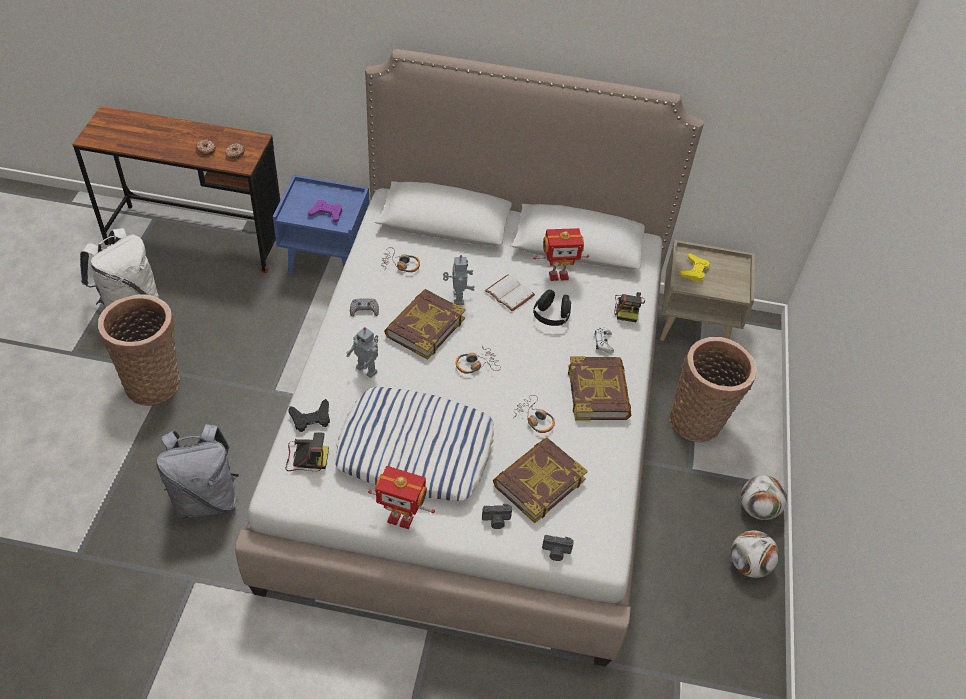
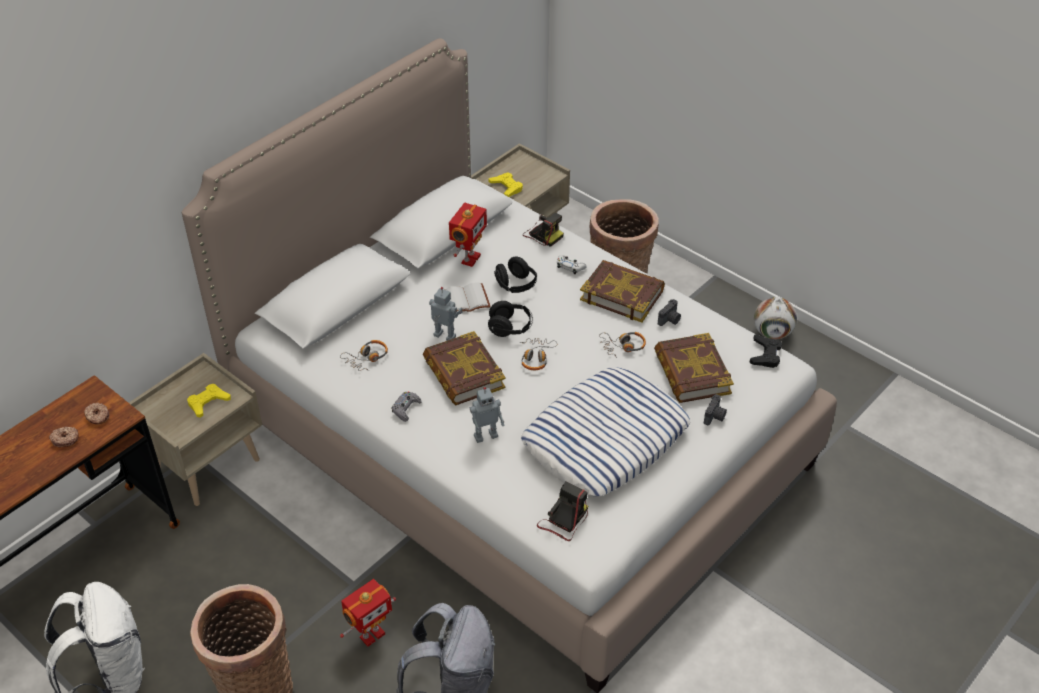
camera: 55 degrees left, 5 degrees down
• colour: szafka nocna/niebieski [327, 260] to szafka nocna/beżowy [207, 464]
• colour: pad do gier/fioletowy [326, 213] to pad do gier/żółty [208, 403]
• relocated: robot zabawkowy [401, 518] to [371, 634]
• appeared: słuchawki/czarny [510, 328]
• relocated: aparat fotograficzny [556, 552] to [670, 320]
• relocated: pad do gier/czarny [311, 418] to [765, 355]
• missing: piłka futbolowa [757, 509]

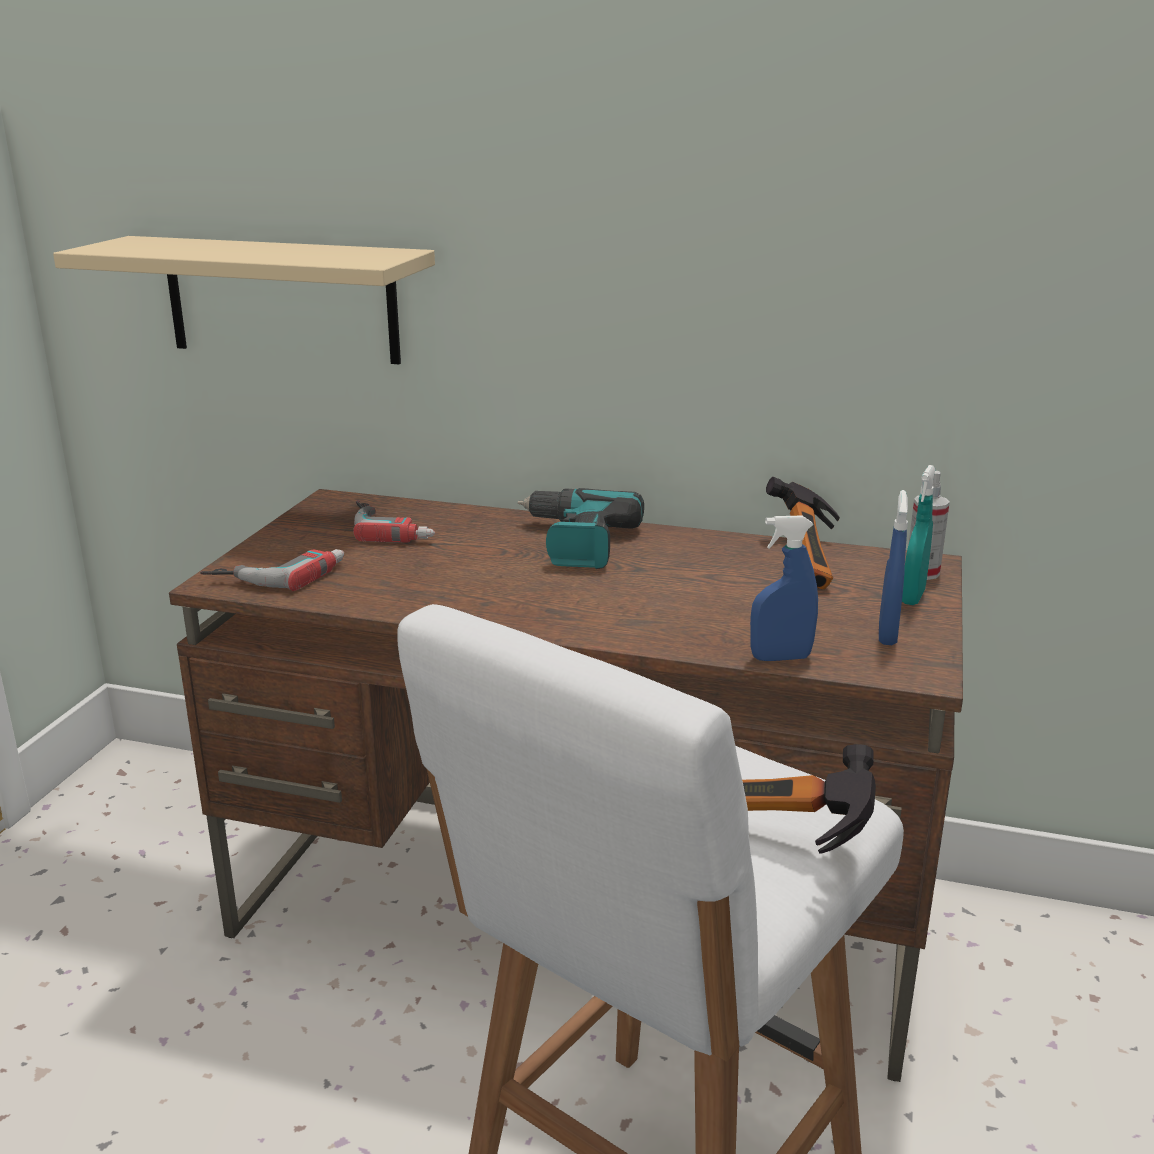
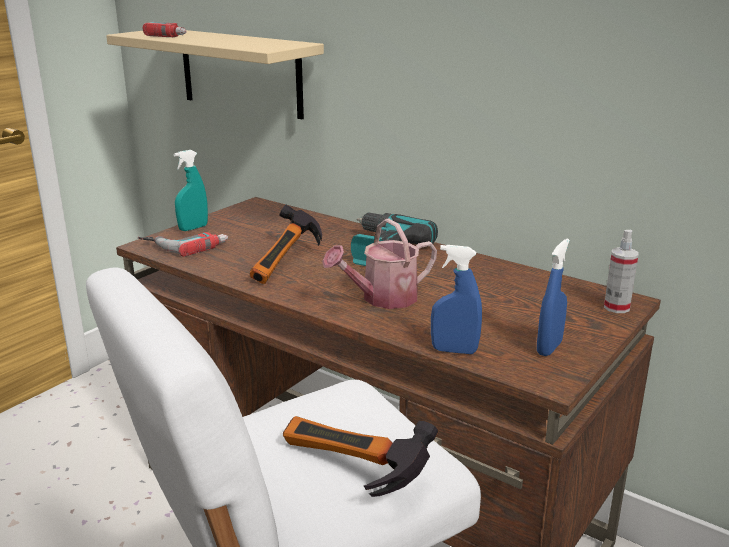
camera: 20 degrees right, 0 degrees up
• relocated: wiertarka [394, 526] to [176, 33]
• relocated: spryskiwacz/turkusowy [912, 597] to [193, 228]
• relocated: młotek [813, 559] to [289, 264]
• appeared: konewka [383, 298]

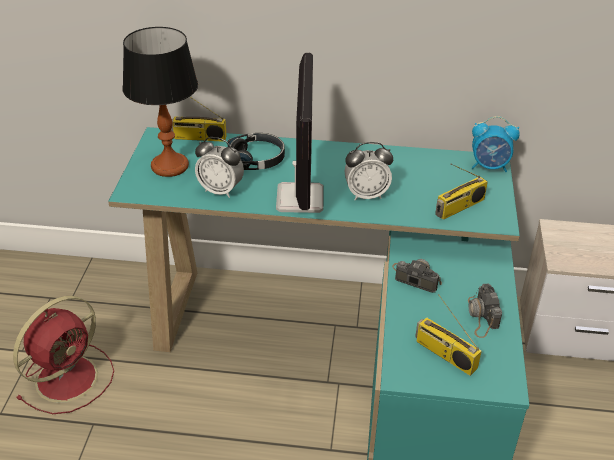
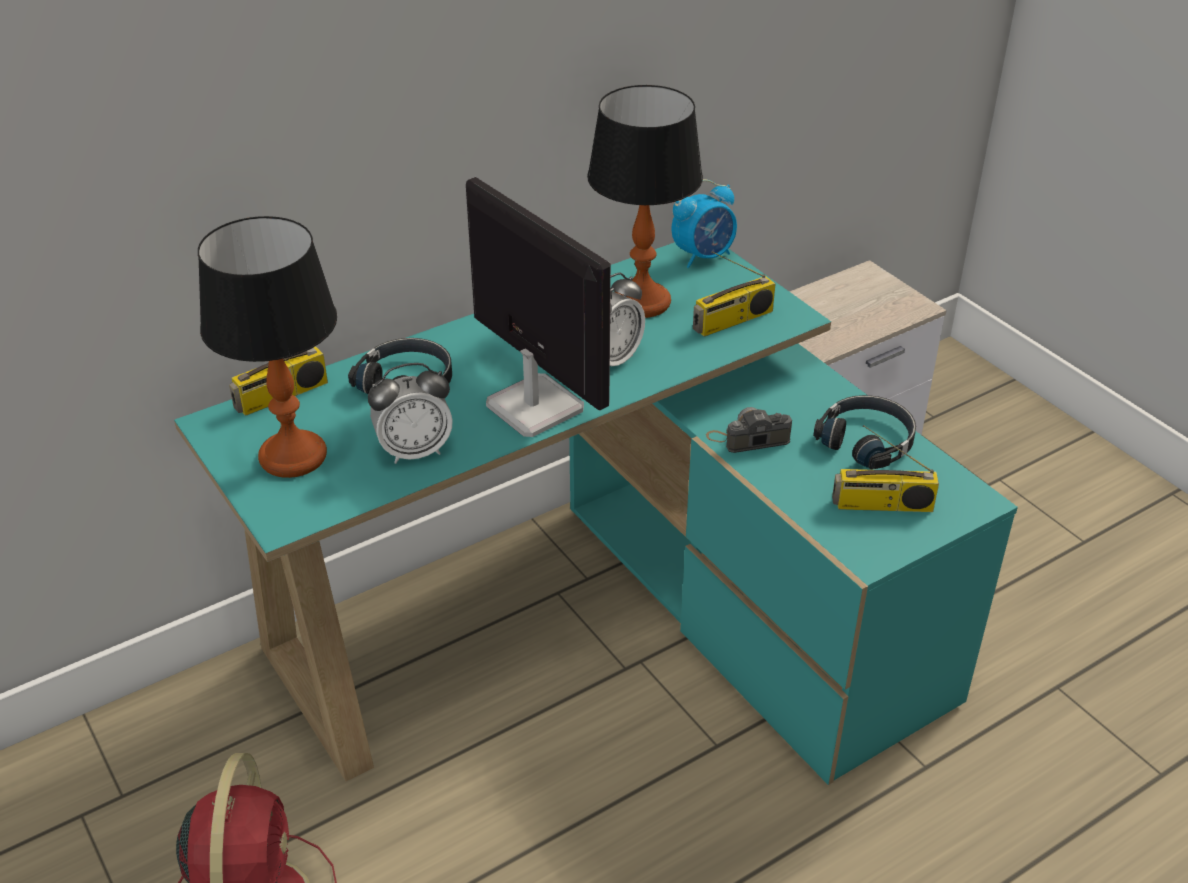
camera: 40 degrees left, 0 degrees up
• appeared: lampa stołowa [640, 302]
• spun: radio [459, 207] = [732, 321] 45 degrees clockwise
• exchanged: aparat fotograficzny [482, 316] to słuchawki/czarny [867, 441]

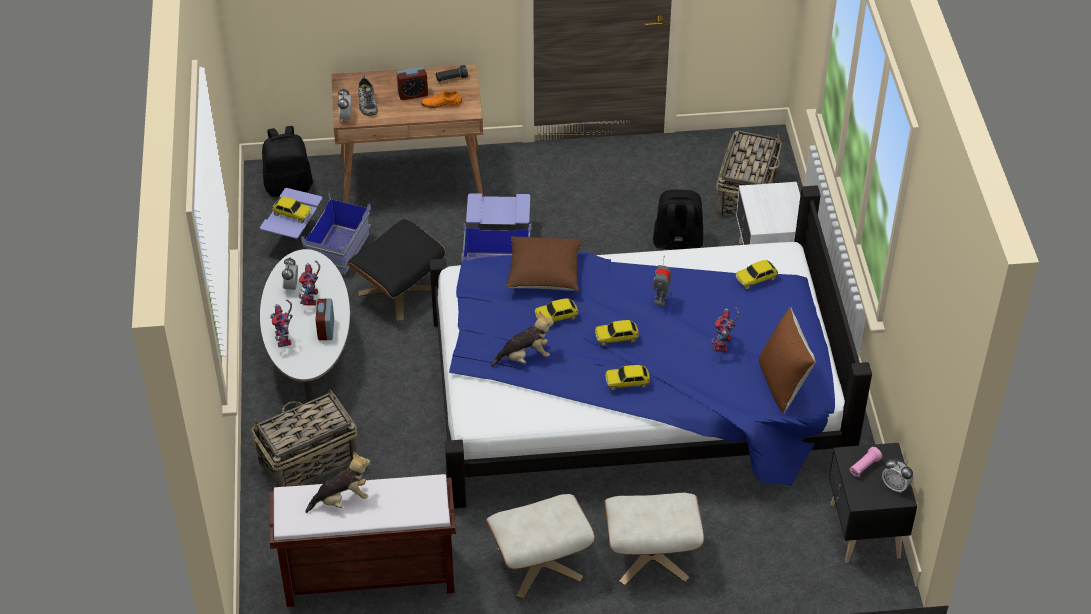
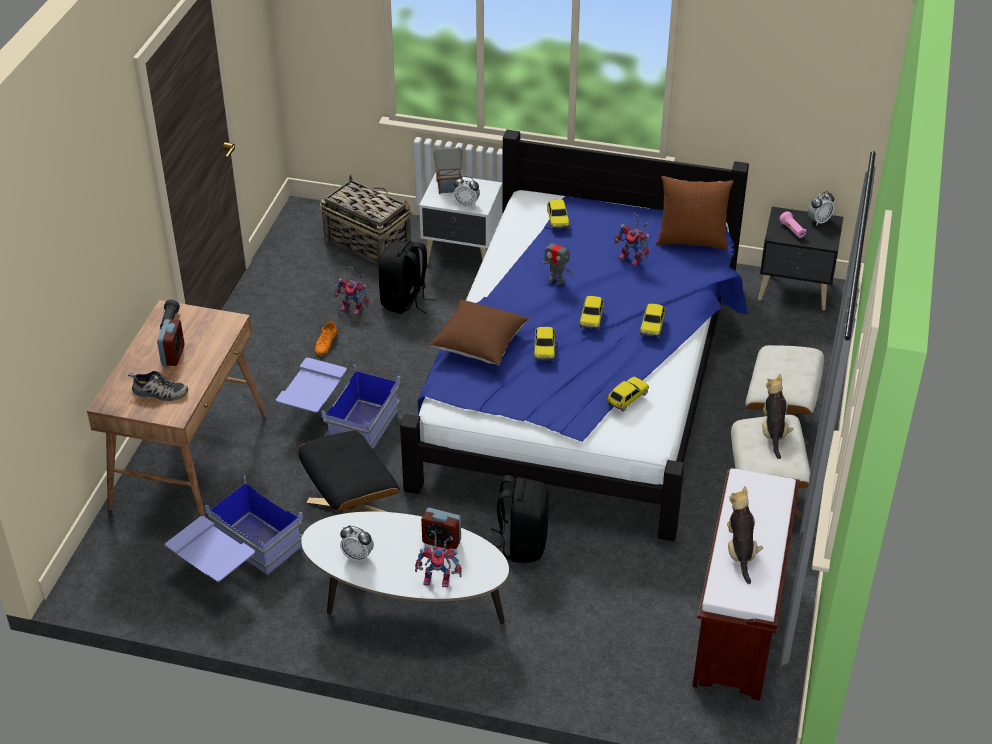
camera: 70 degrees left, 5 degrees down
• relocated: but/pomarańczowy [441, 103] to [326, 343]
• relocated: robot zabawkowy [312, 299] to [354, 308]
• appeared: domek [448, 187]
• relocated: budzik [345, 117] to [466, 204]
• relocated: plecak/czarny [289, 186] to [522, 543]
• relocated: samochodzik [292, 214] to [627, 398]
• relocated: pluszak [525, 357] to [773, 432]
• missing: koszyk [307, 462]

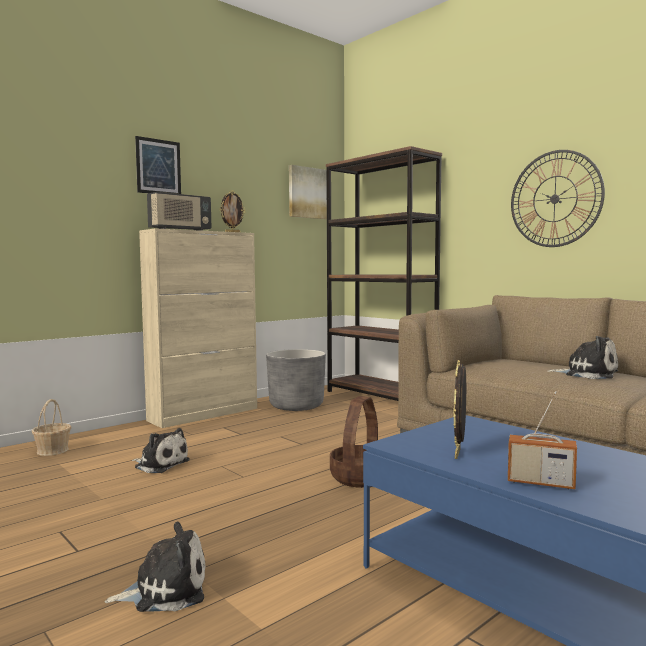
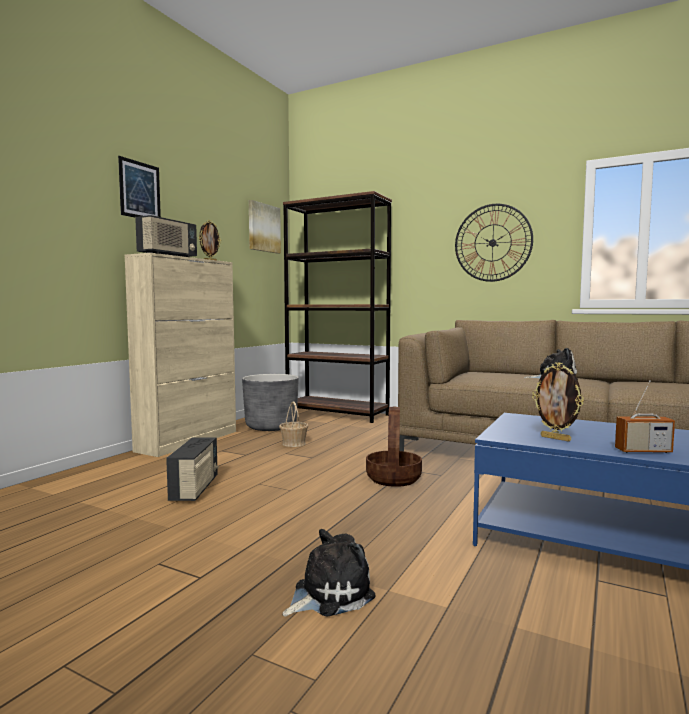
camera: 20 degrees left, 0 degrees up
• exchanged: pluszak [160, 464] to radio [195, 489]
• relocated: koszyk [53, 450] to [294, 443]
• spun: ramka na zdjęcie [459, 454] = [556, 438] 45 degrees counterclockwise

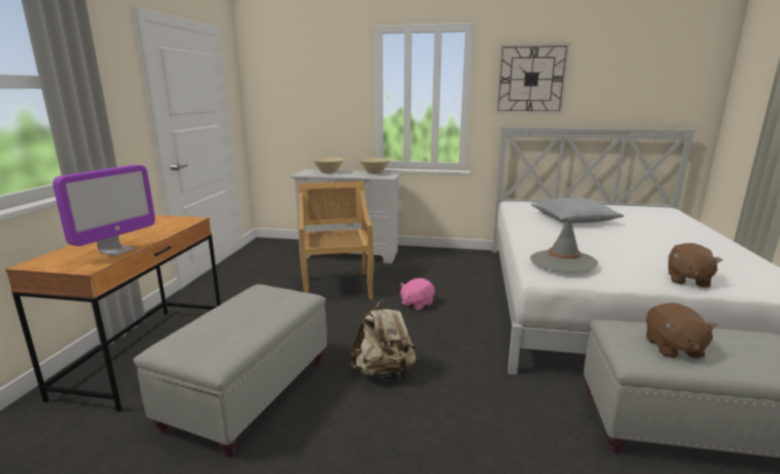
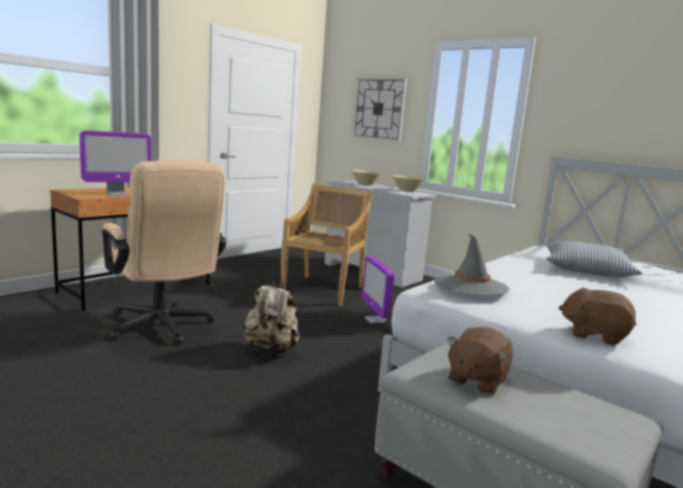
camera: 30 degrees right, 5 degrees down
• exchanged: pufa/szary [248, 393] to krzesło biurowe/beżowy [163, 328]
• relocated: zegar ścienny [531, 79] to [378, 109]
• exchanged: pluszak/różowy [416, 304] to monitor [375, 320]
• spun: pluszak/brązowy [687, 280] = [594, 335] 60 degrees clockwise

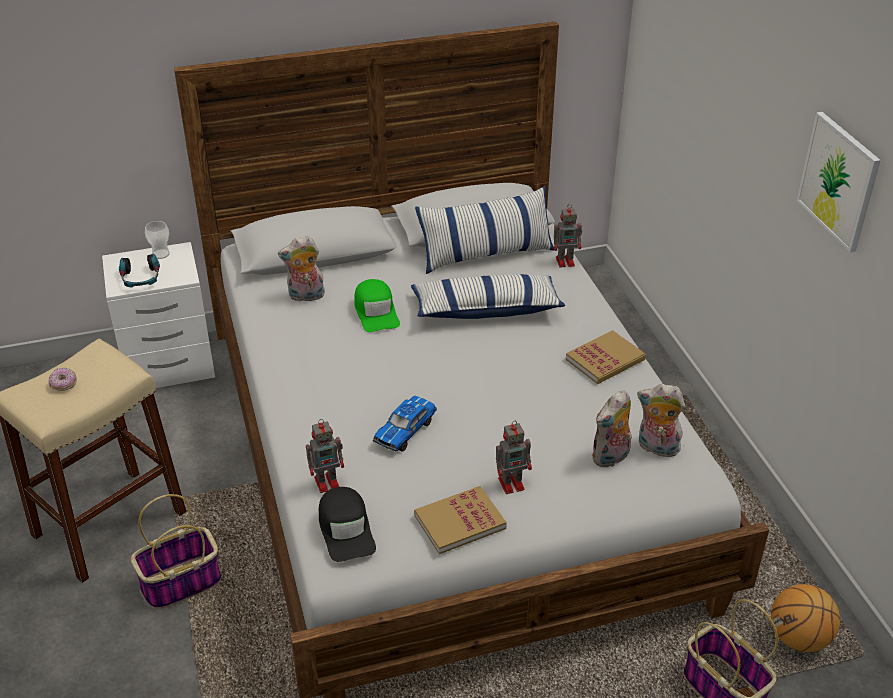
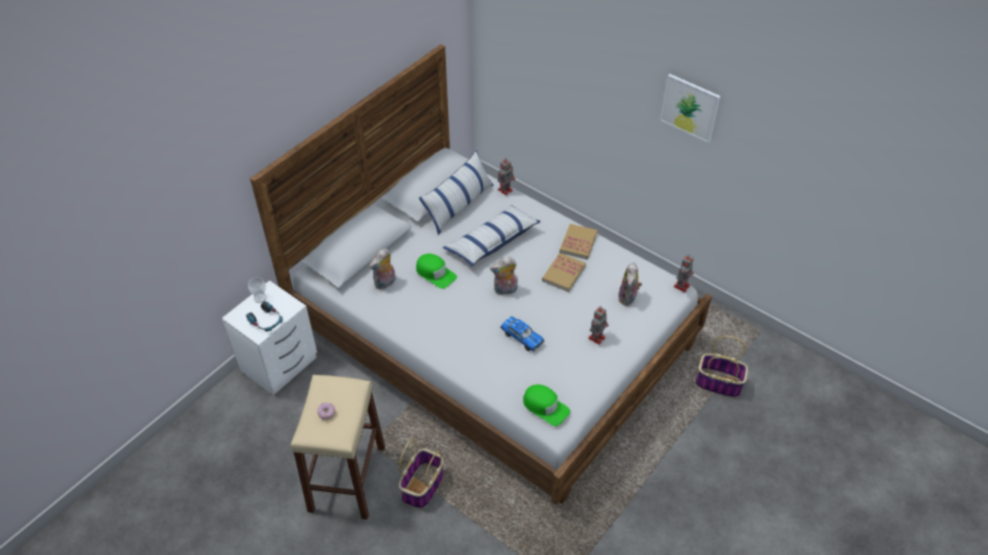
camera: 35 degrees left, 10 degrees up
• relocated: pluszak [656, 448] to [505, 290]
• spun: samochodzik [405, 430] = [521, 337] 45 degrees counterclockwise
• colour: czapka z daszkiem/czarny [346, 529] to czapka z daszkiem/zielony [545, 407]
• relocated: książka [459, 522] to [563, 273]
• relocated: robot zabawkowy [328, 482] to [682, 285]
• missing: piłka do koszykówki [799, 638]

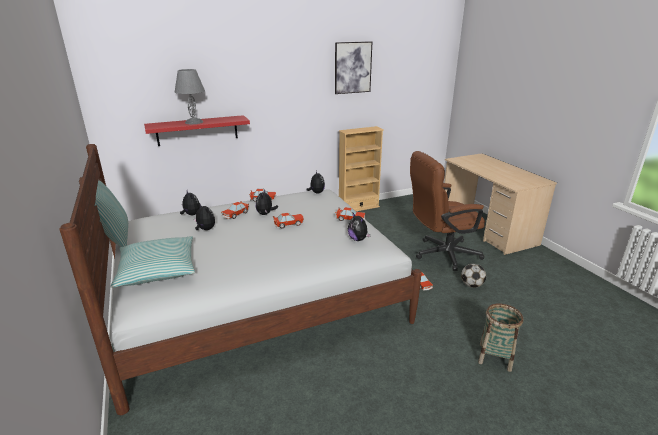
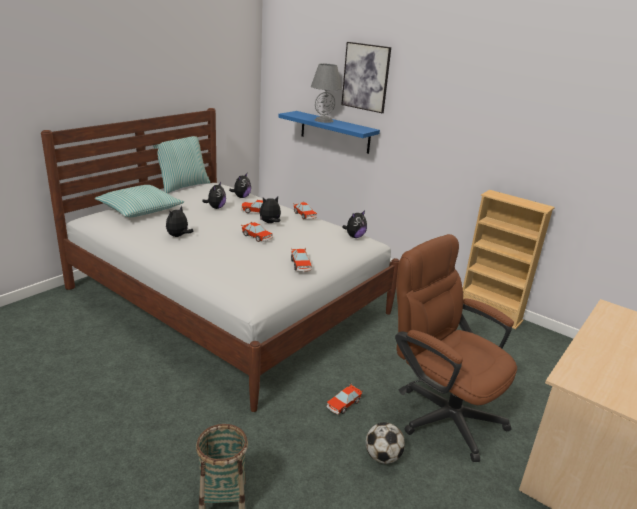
camera: 60 degrees right, 0 degrees up
• relocated: pluszak [358, 239] to [178, 236]
• colour: półka/czerwony [197, 130] to półka/niebieski [335, 132]
• relocated: obraz [352, 67] to [366, 77]

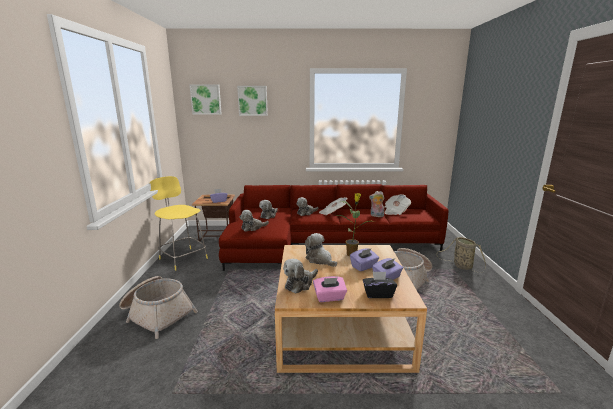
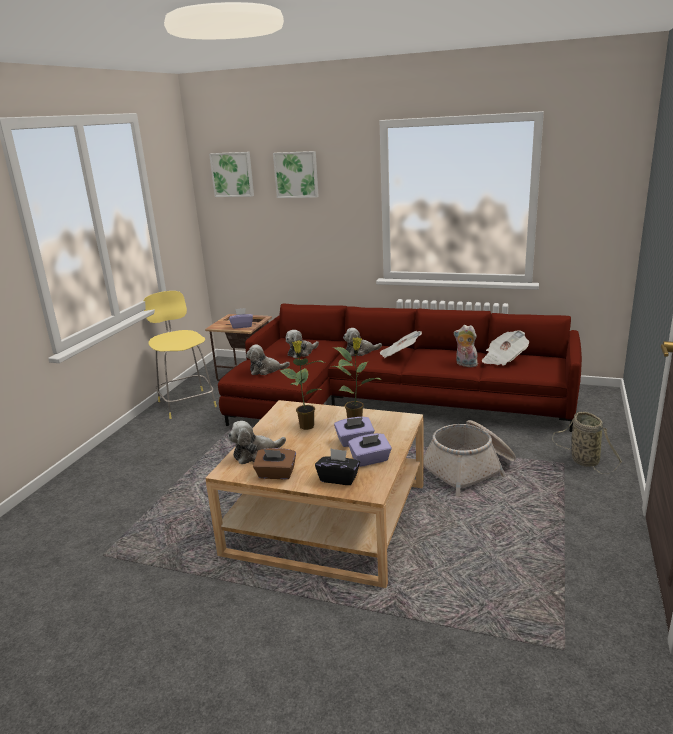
camera: 20 degrees right, 5 degrees up
• colour: pudełko chusteczek/różowy [329, 297] to pudełko chusteczek/brązowy [276, 474]
• exchanged: pluszak [320, 260] to roślina doniczkowa [306, 425]
• missing: koszyk [157, 314]

